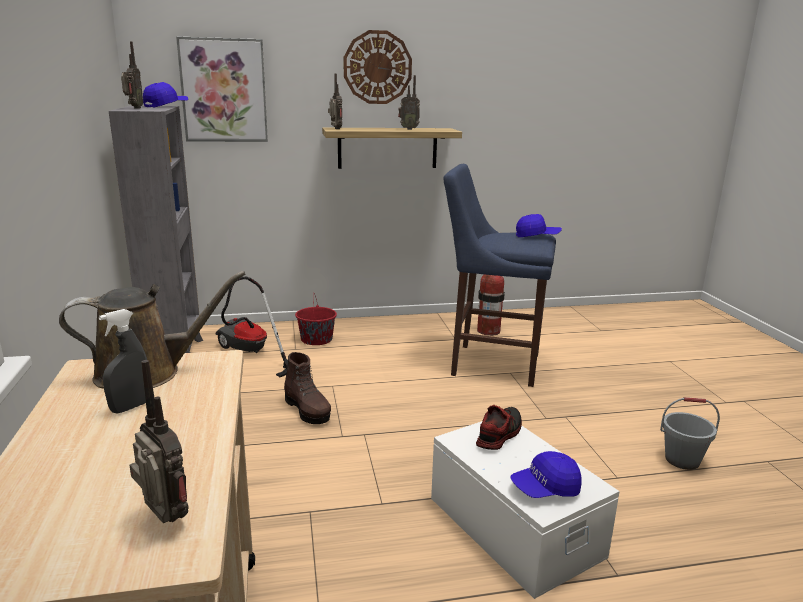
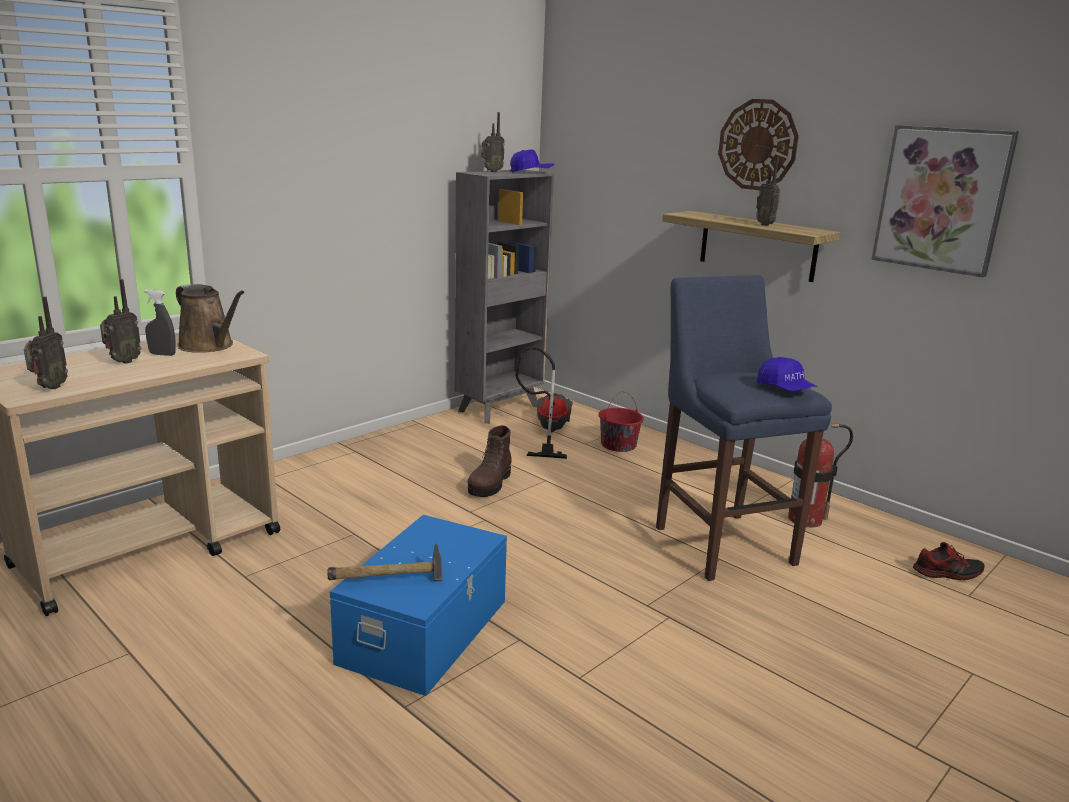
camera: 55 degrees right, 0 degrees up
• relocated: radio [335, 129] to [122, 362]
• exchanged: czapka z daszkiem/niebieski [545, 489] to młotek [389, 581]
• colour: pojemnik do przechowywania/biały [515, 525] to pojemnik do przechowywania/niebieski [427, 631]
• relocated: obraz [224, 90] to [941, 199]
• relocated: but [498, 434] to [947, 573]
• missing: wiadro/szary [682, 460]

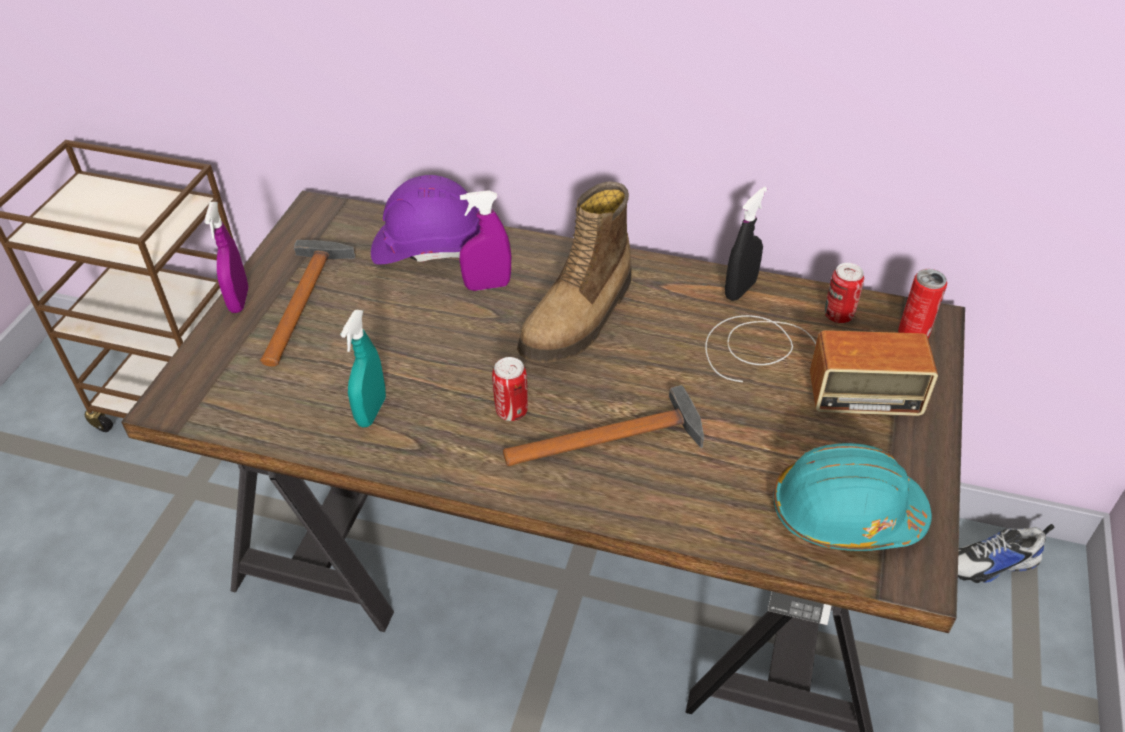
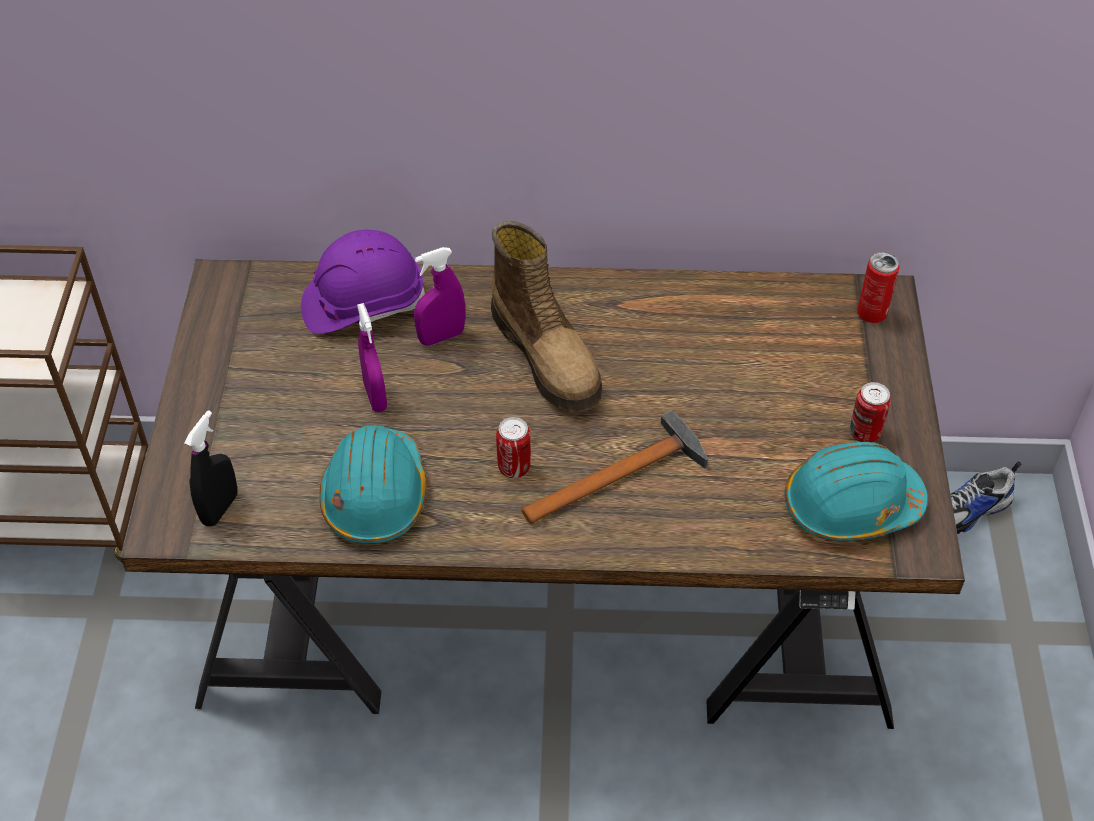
camera: 15 degrees left, 5 degrees up
• relocated: spryskiwacz/czarny [740, 289] to [220, 508]
• exchanged: spryskiwacz/turkusowy [371, 411] to kask/turkusowy [375, 495]
• relocated: spryskiwacz/fioletowy [239, 300] to [375, 396]
• spun: but z cholewką [580, 318] = [548, 355] 45 degrees counterclockwise
• relocated: puszka [838, 315] to [865, 432]
• missing: młotek [304, 299]
• missing: radio [803, 366]

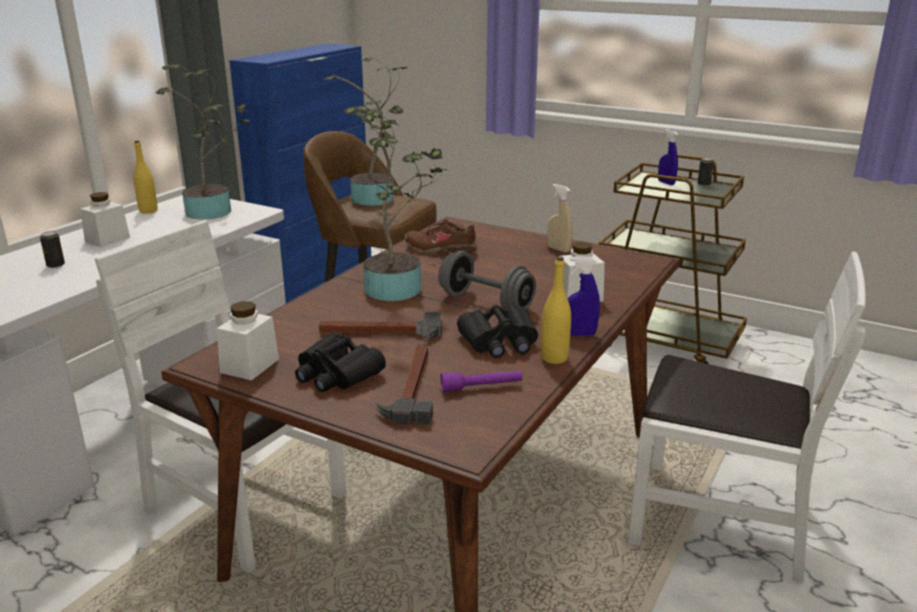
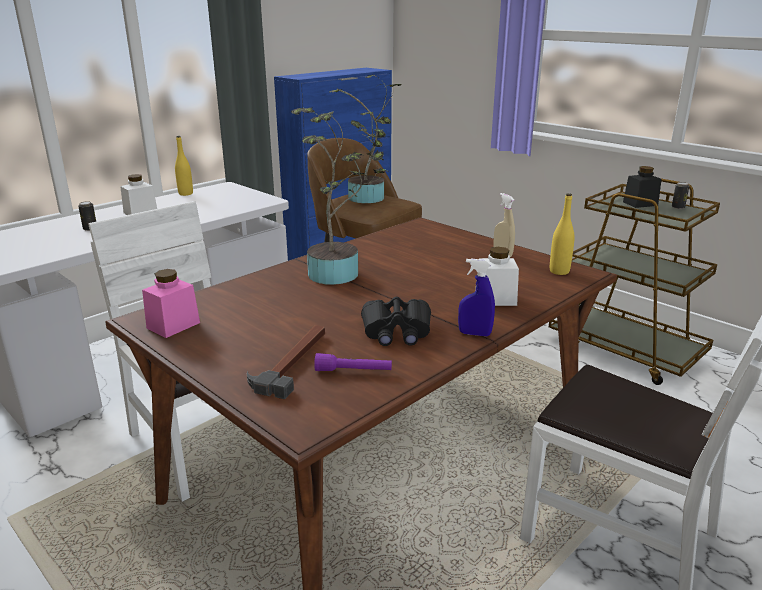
camera: 15 degrees right, 0 degrees up
• colour: słoik/biały [250, 366] to słoik/różowy [173, 325]
• relocated: butelka/żółty [554, 358] to [559, 271]
• exchanged: spryskiwacz/niebieski [666, 183] to słoik/czarny [640, 203]
• missing: roślina doniczkowa [214, 211]
• missing: lornetka/czarny [337, 374]
• missing: młotek [380, 333]
• missing: but/brązowy [441, 249]
• missing: hantel/szary [486, 303]

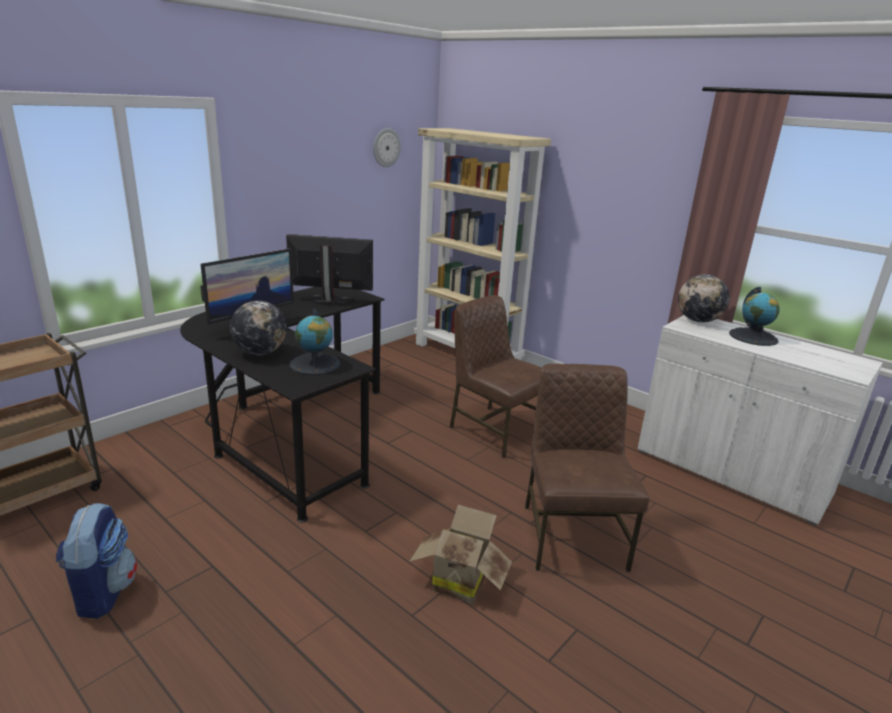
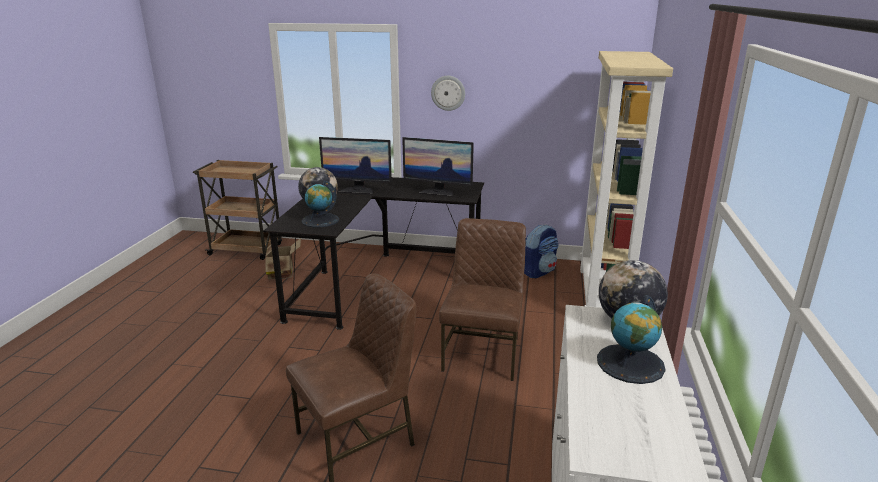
camera: 60 degrees right, 0 degrees up
• relocated: karton [459, 580] to [283, 273]
• spun: monitor [330, 301] = [438, 192] 135 degrees clockwise
• relocated: zegar ścienny [386, 147] to [448, 93]
• relocated: plecak [102, 592] to [539, 272]

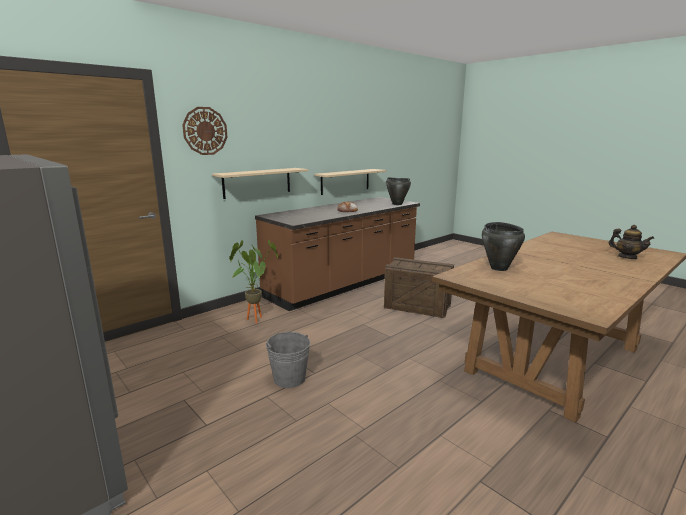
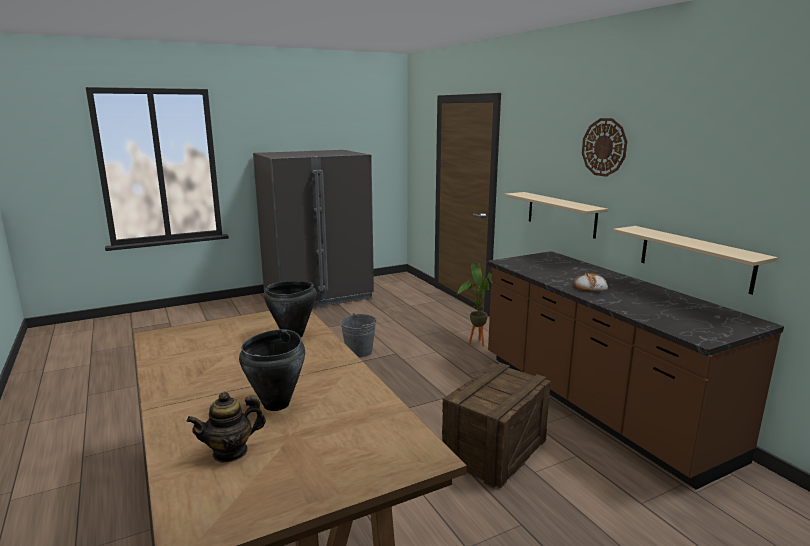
camera: 105 degrees right, 0 degrees up
• relocated: garnek/czarny [397, 204] to [277, 404]
• relocated: zegar ścienny [205, 131] to [604, 147]

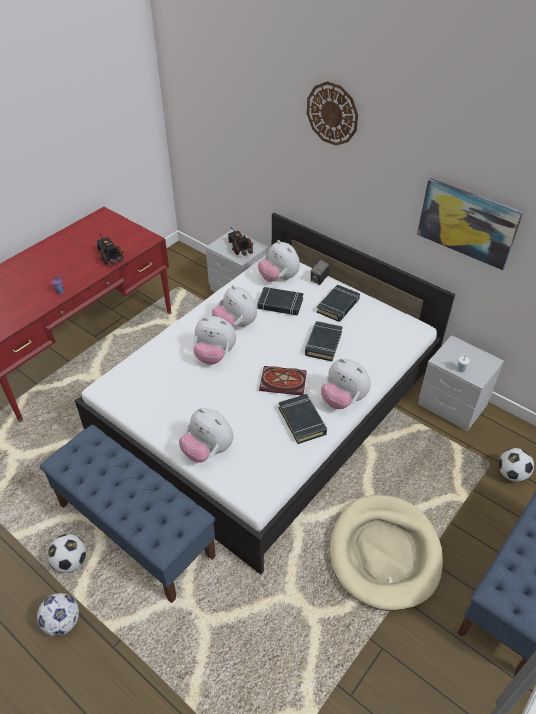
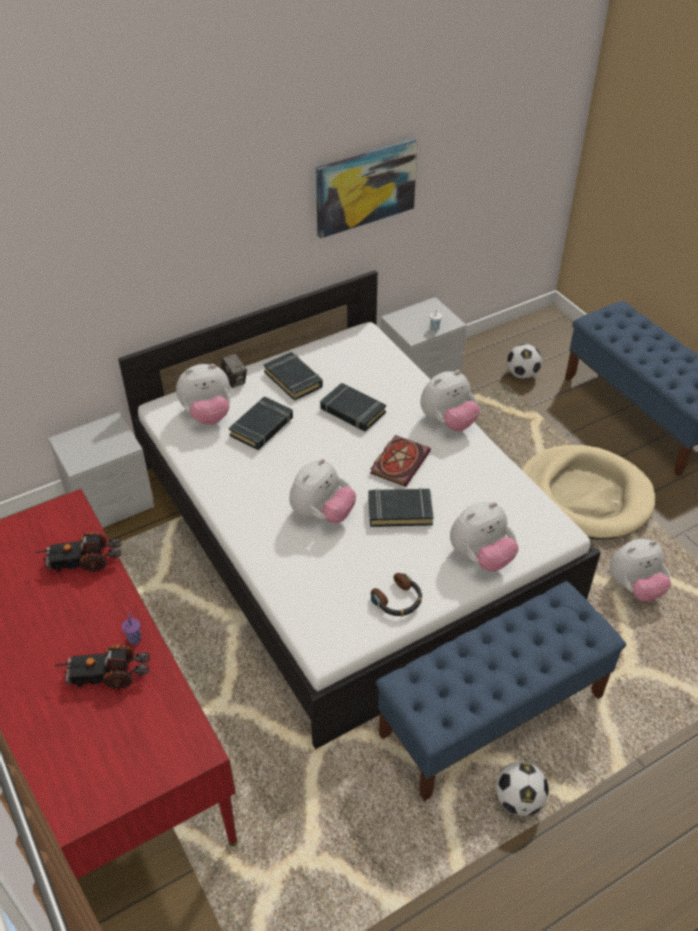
camera: 70 degrees left, 0 degrees up
• relocated: ciężarówka zabawkowa [240, 248] to [108, 674]
• relocated: książka/czarny [302, 421] to [400, 511]
• appeared: słuchawki [398, 600]
• relocated: pluszak [235, 325] to [634, 587]
• missing: piłka futbolowa [62, 622]
• missing: zegar ścienny [332, 113]

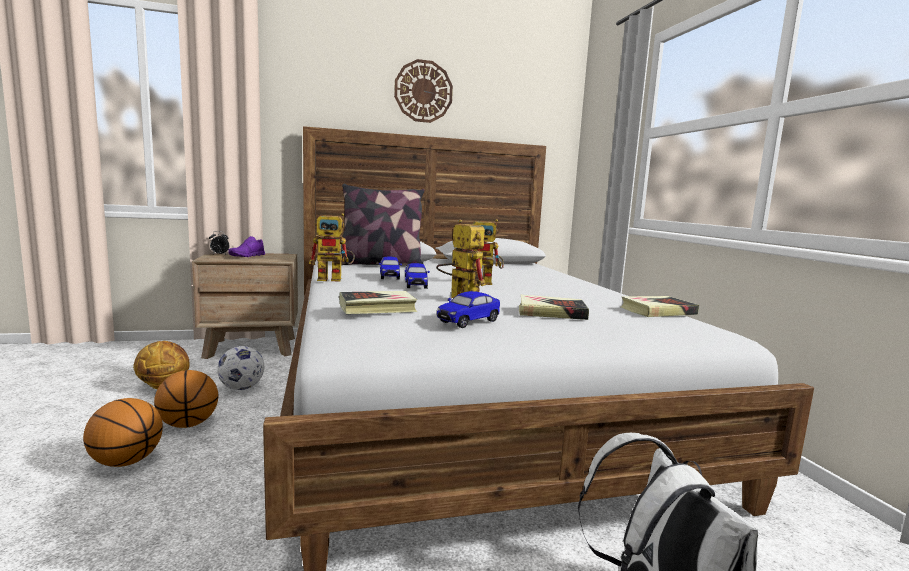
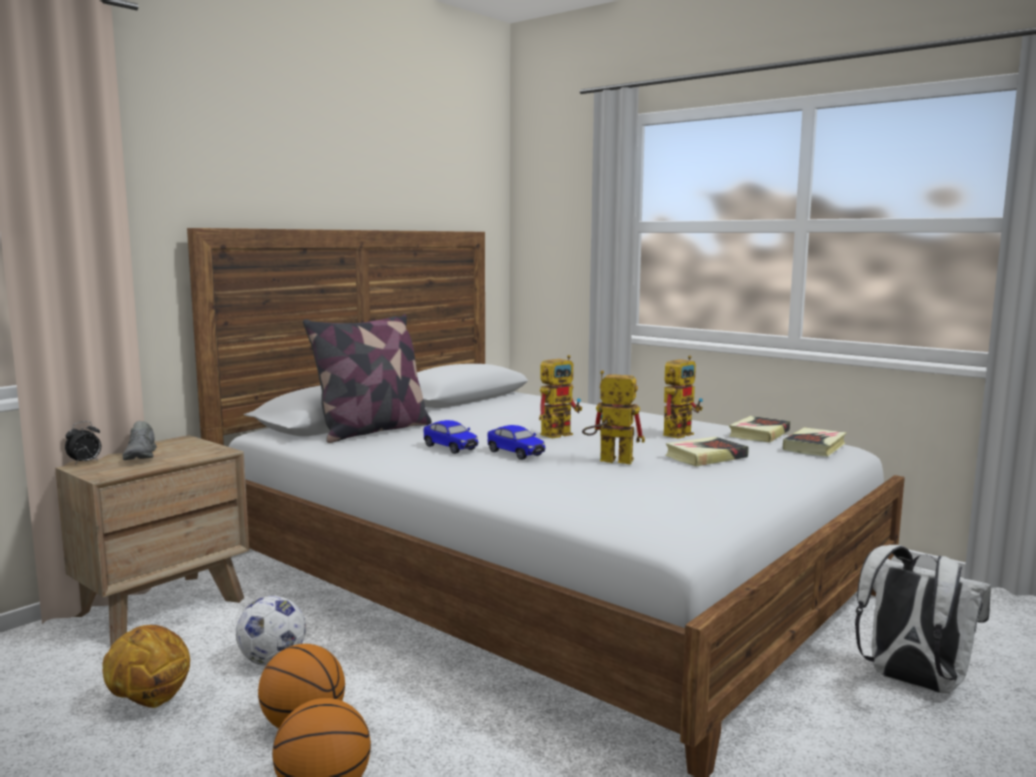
camera: 35 degrees left, 0 degrees up
• colour: but/fioletowy [247, 256] to but/szary [141, 456]
• relocated: robot zabawkowy [335, 279] to [679, 433]
• relocated: książka [377, 308] to [814, 447]
• missing: zegar ścienny [423, 91]
• missing: samochodzik [468, 321]

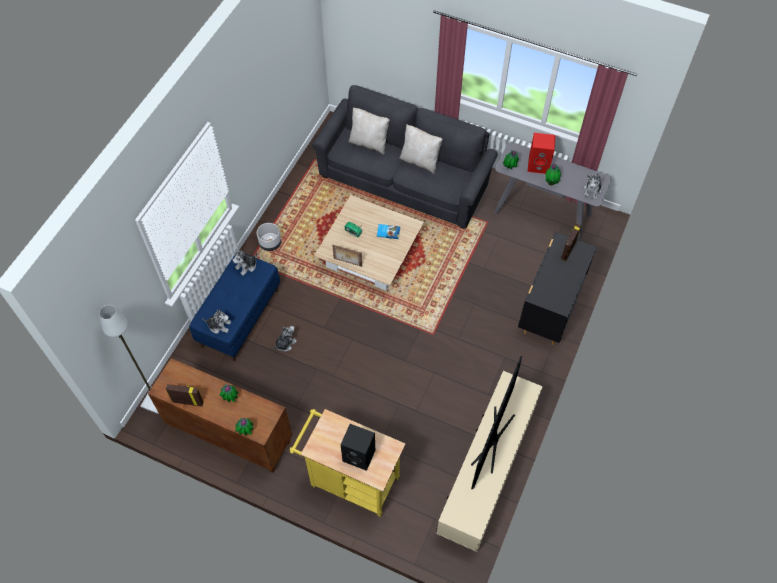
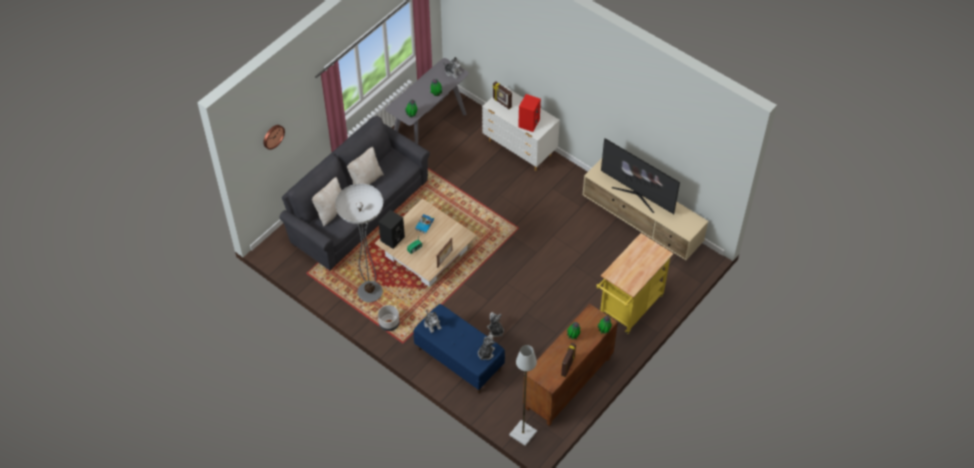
camera: 75 degrees left, 5 degrees down
• appeared: zegar ścienny [273, 136]
• appeared: lampa stojąca [370, 292]
• relocated: głośnik/czarny [360, 455] to [392, 238]
• colour: komoda/czarny [549, 309] to komoda/biały [520, 149]
• relocated: głośnik/czerwony [539, 165] to [528, 122]

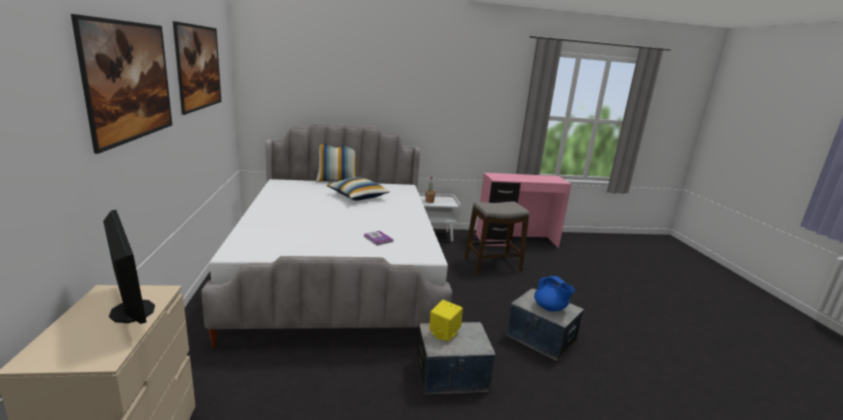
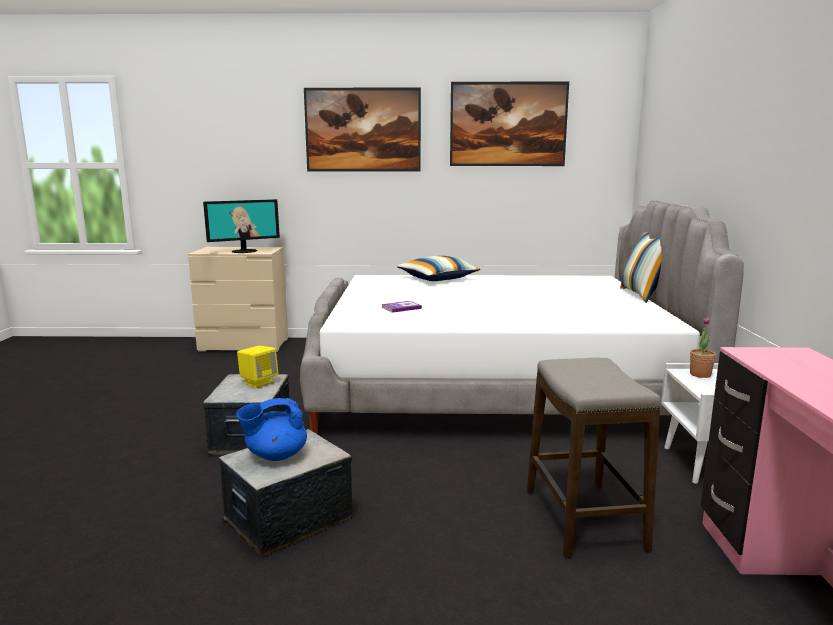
camera: 100 degrees right, 5 degrees down
• relocated: poduszka [357, 196] to [437, 279]

